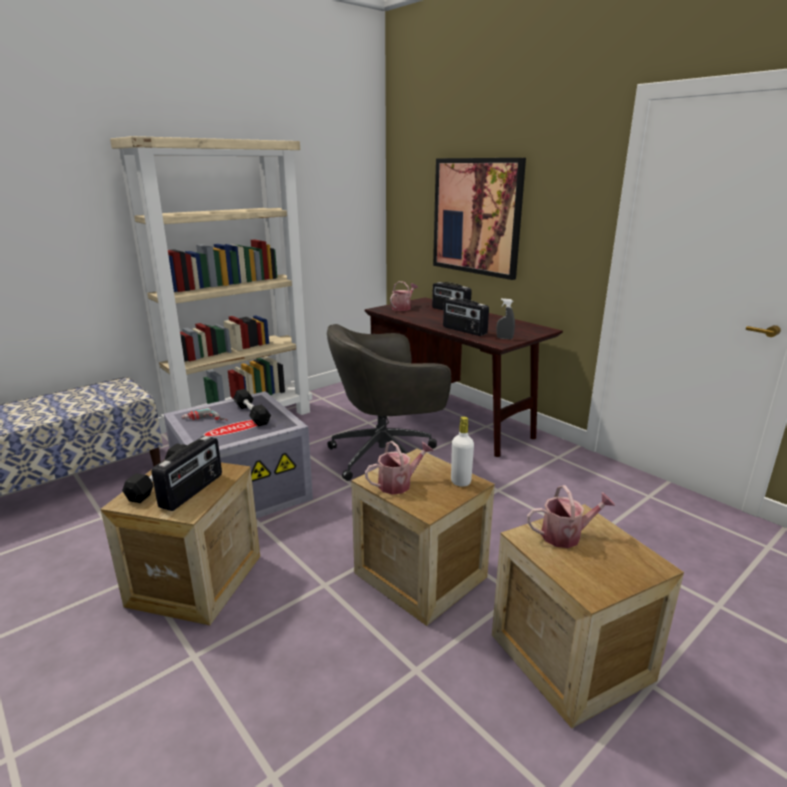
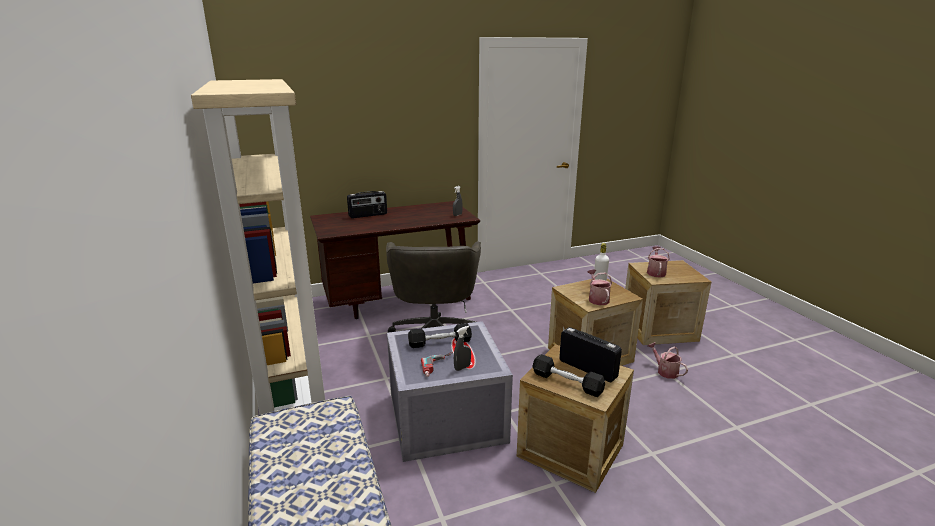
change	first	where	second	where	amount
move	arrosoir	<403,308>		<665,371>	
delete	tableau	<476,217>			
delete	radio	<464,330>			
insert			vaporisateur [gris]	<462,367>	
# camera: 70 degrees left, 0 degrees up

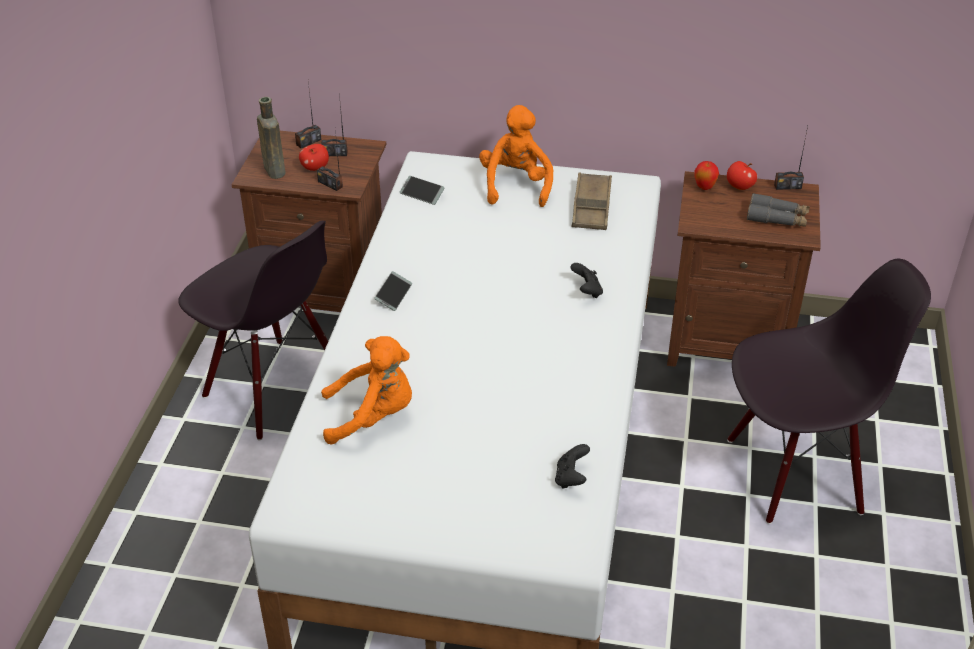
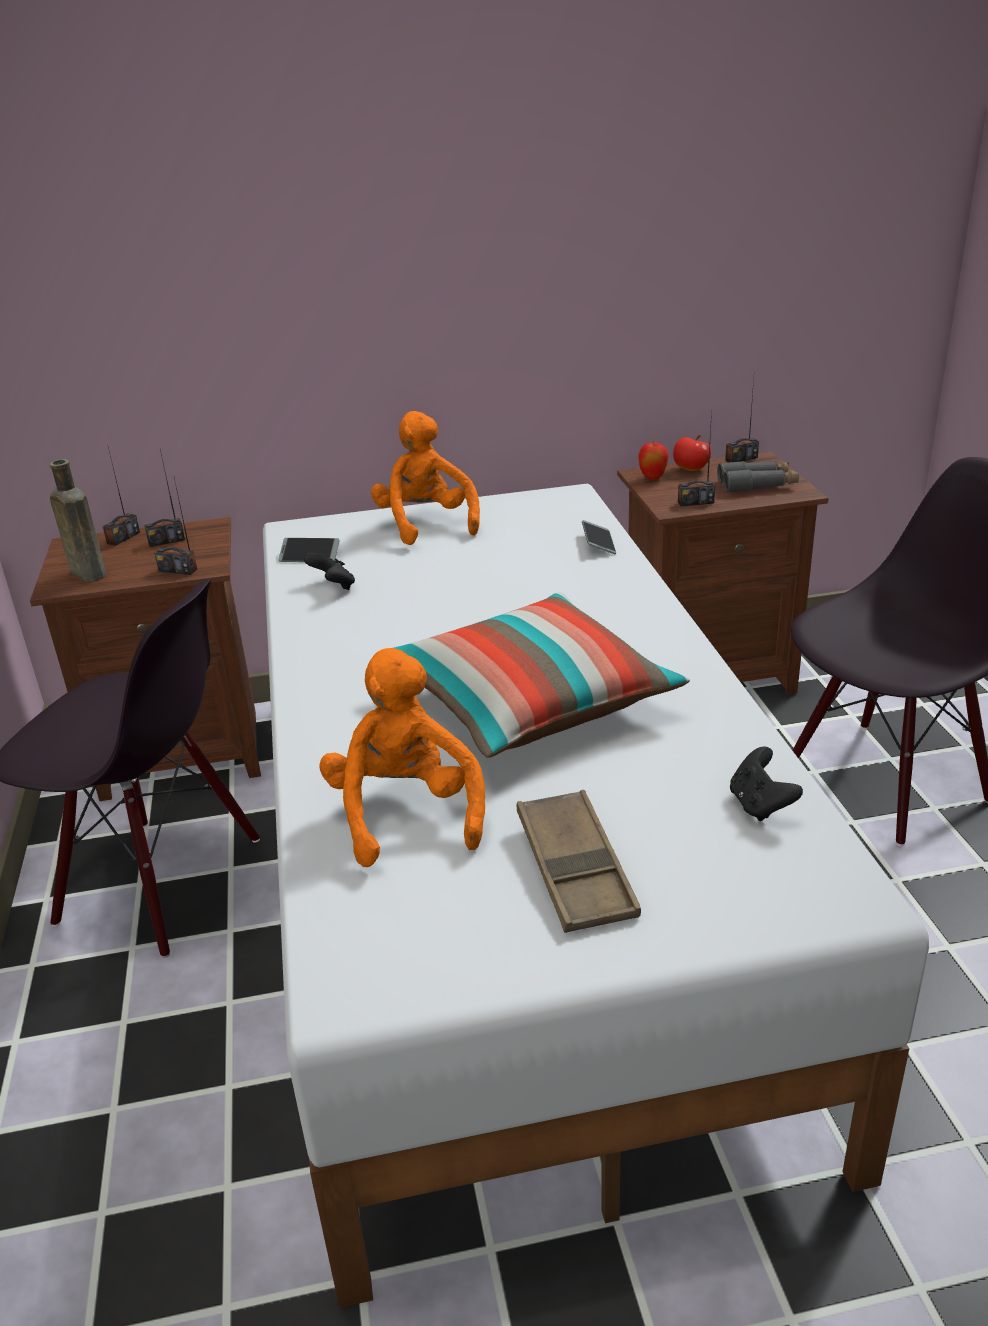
change	first	where	second	where	amount
delete	pomme	<315,168>			
rotate	peluche [orange]	<373,416>		<405,813>	75 degrees counterclockwise
move	téléphone	<393,295>		<598,543>	
move	manette [noir]	<587,291>		<333,586>	
move	plateau [marron]	<591,207>		<575,869>	
insert			coussin	<530,703>	
insert			radio	<695,502>	
# camera: 20 degrees left, 10 degrees down

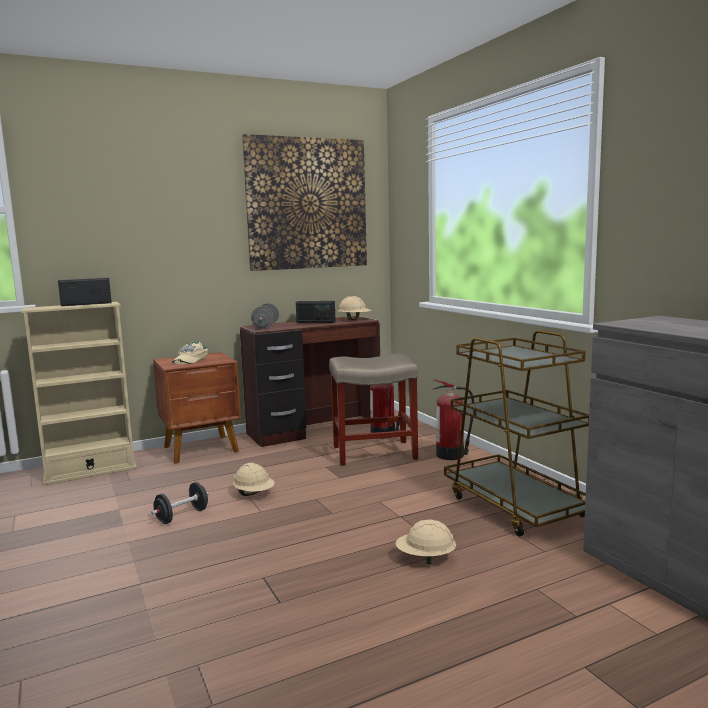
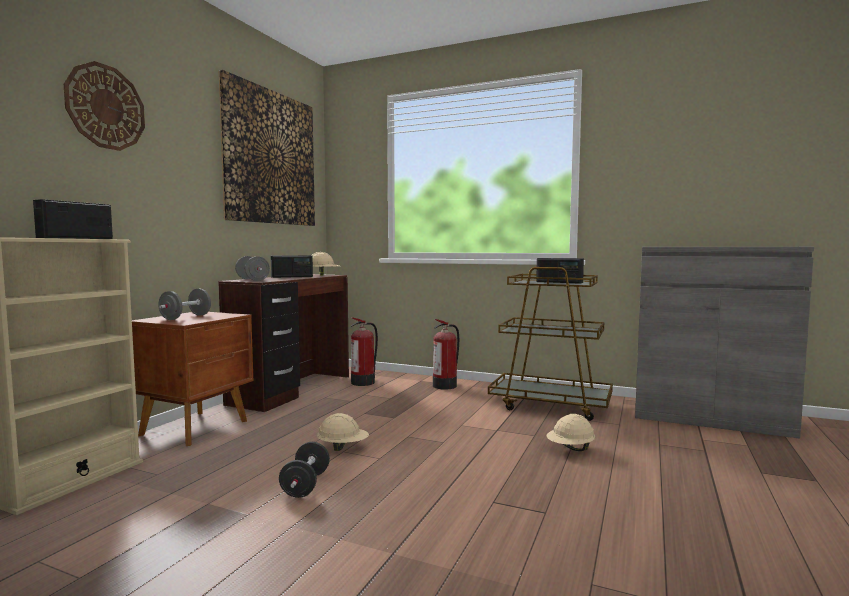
change	first	where	second	where	amount
replace	casquette [beige]	<190,359>	haltère [gris]	<186,317>	
delete	tabouret [beige]	<373,453>			
insert			horloge murale	<106,107>	
insert			radio	<559,282>	
# camera: 40 degrees left, 5 degrees down

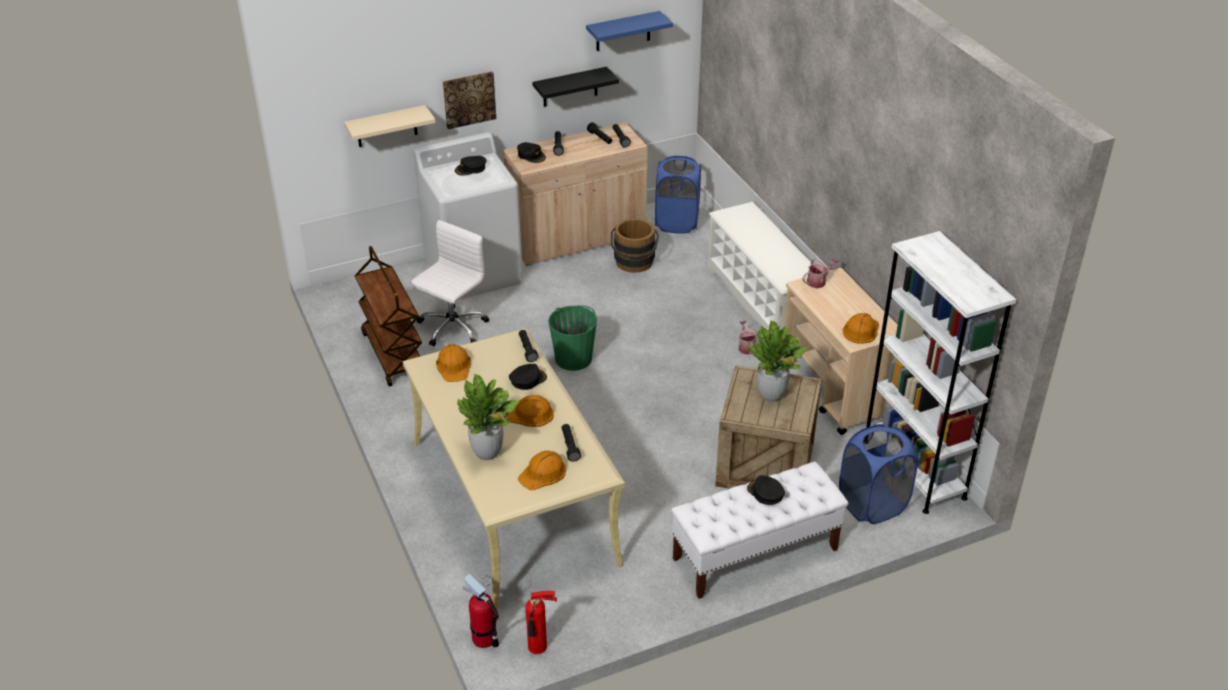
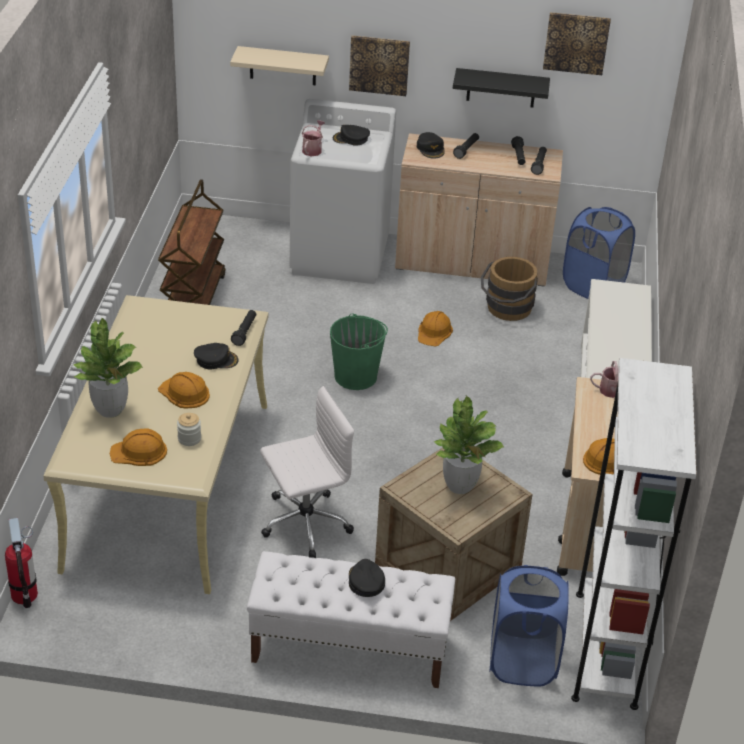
change	first	where	second	where	amount
move	chaise de bureau [blanc]	<452,328>		<304,523>	
move	casque de chantier [orange]	<454,366>		<434,332>	
delete	extincteur	<538,648>			
replace	lampe de poche [noir]	<570,446>	bocal	<189,438>	
replace	étagère [bleu]	<623,31>	tableau	<576,42>	
move	arrosoir	<746,347>		<313,149>	
# camera: 30 degrees right, 0 degrees up

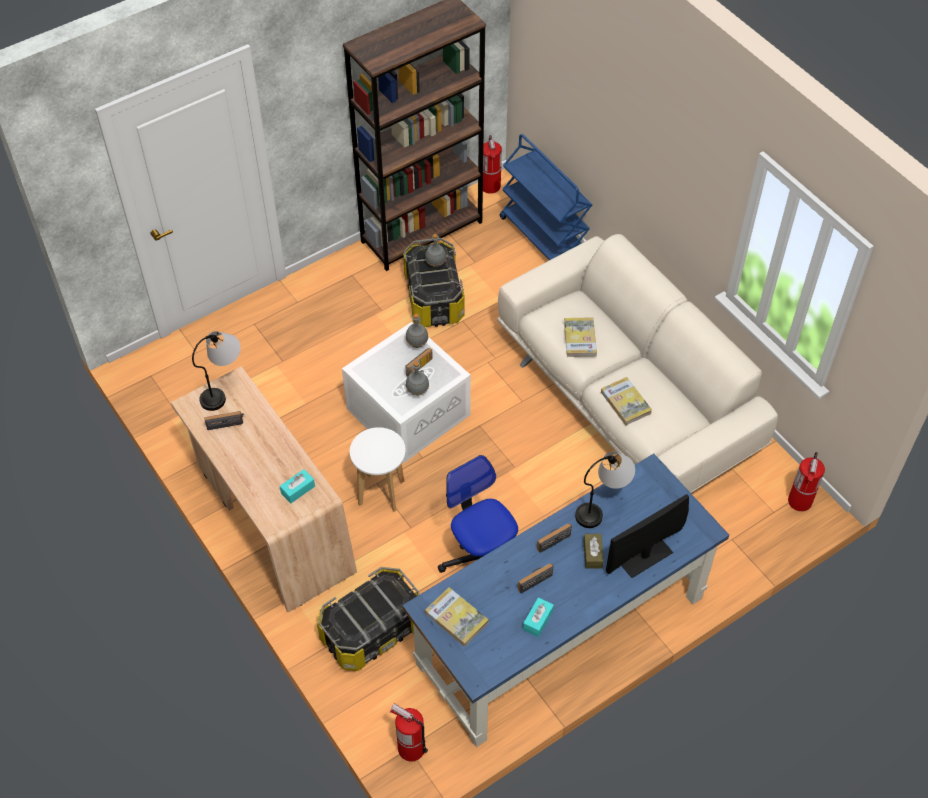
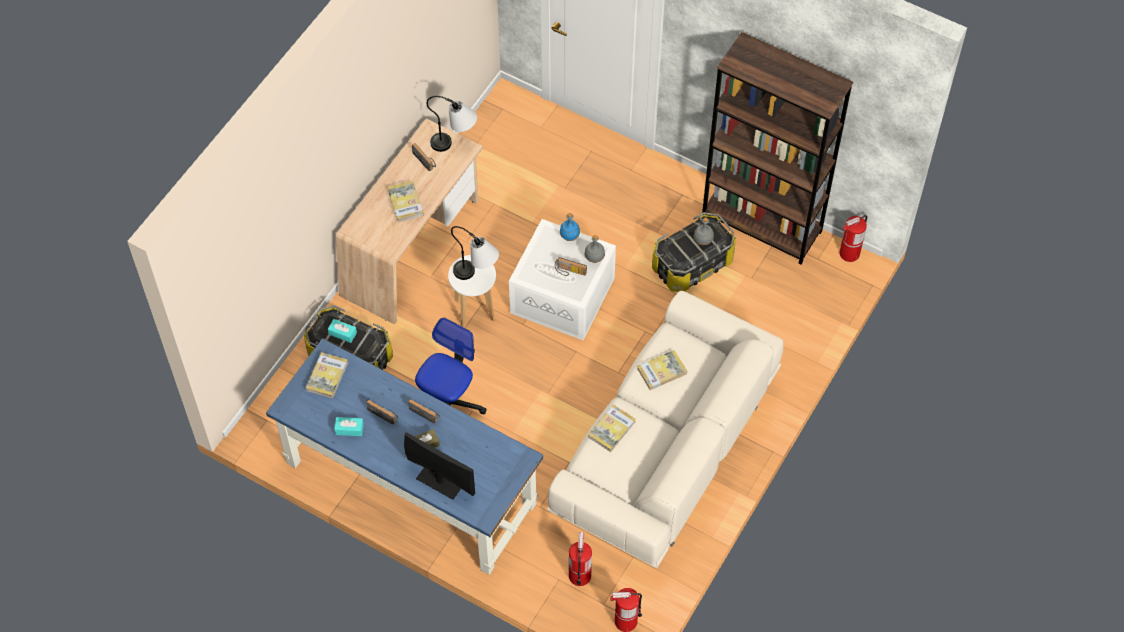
change	first	where	second	where	amount
move	boîte à mouchoirs [turquoise]	<298,489>		<342,333>	
move	extincteur	<411,748>		<579,575>	
delete	bouteille [gris]	<417,392>			
delete	chariot [bleu]	<544,238>			
move	lampe de table	<603,506>		<477,276>	
insert			livre	<405,203>	
insert			bouteille [bleu]	<569,237>	
# camera: 65 degrees right, 5 degrees up

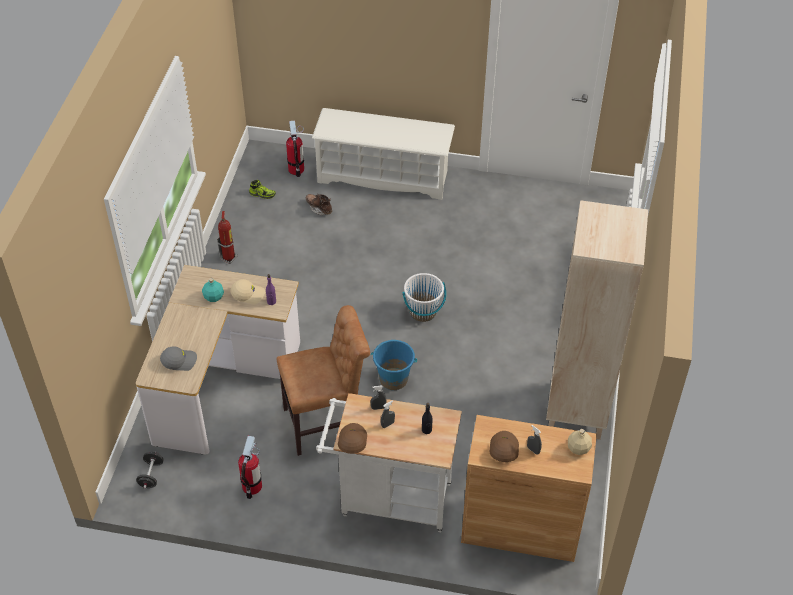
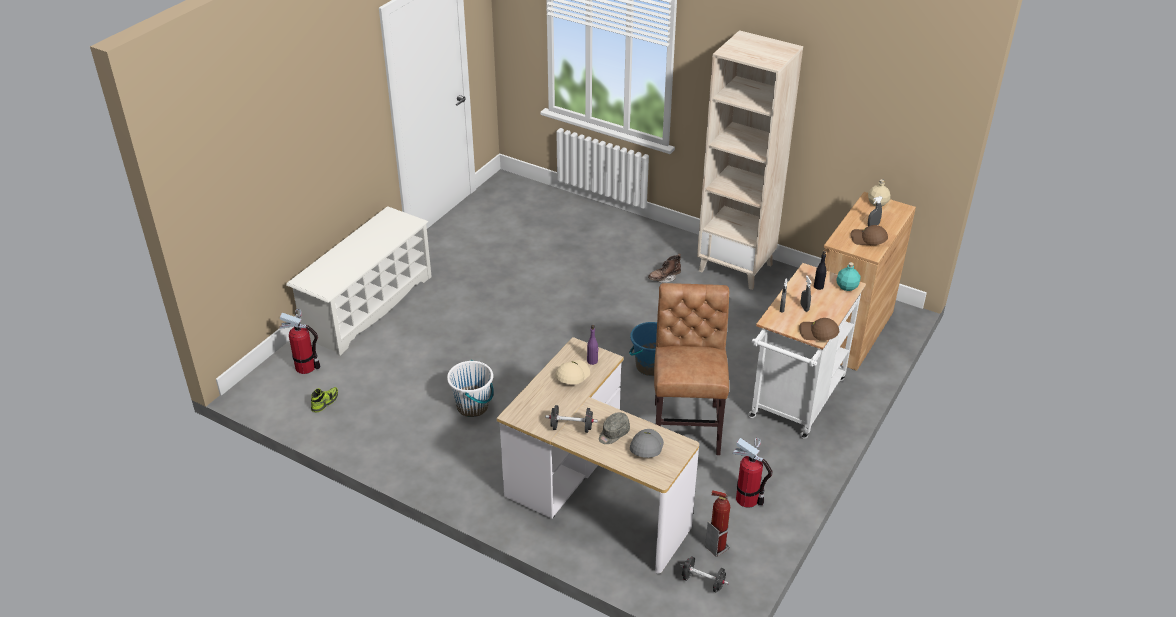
change	first	where	second	where	amount
move	bouteille [turquoise]	<213,297>		<846,287>	
move	extincteur	<229,257>		<716,547>	
move	botte [marron]	<319,208>		<664,278>	
move	seau [blanc]	<423,312>		<473,406>	
insert			haltère [noir]	<571,427>	
insert			casquette [gris]	<613,434>	
# camera: 70 degrees left, 10 degrees down

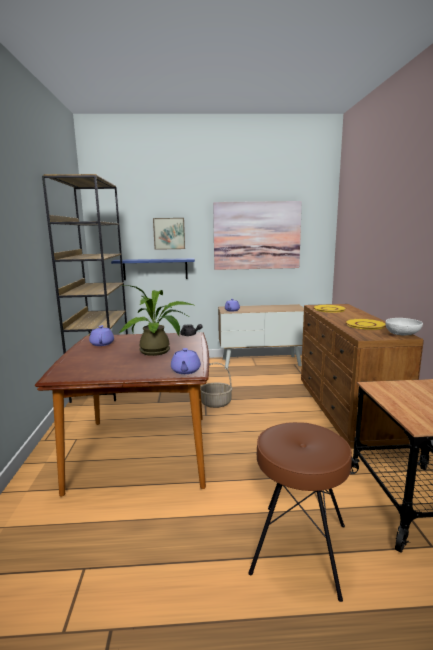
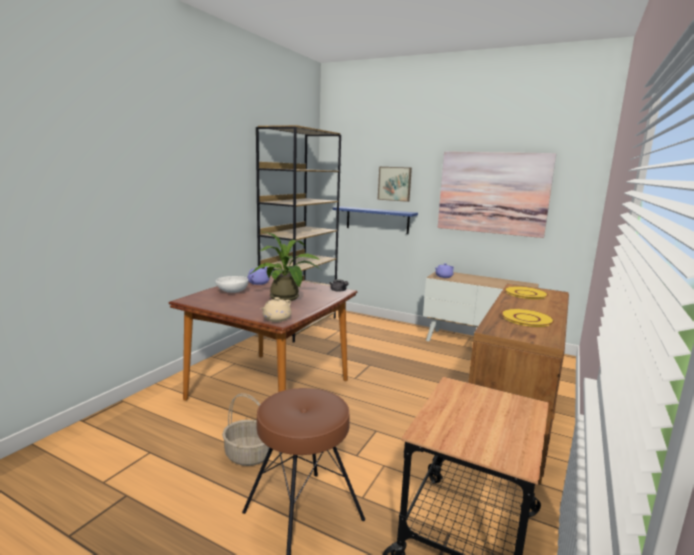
change	first	where	second	where	amount
recolor	théière [violet]	<185,371>	théière [beige]	<276,319>	
move	panier	<216,403>		<249,455>	
move	bol [blanc]	<402,335>		<232,292>	
# camera: 30 degrees right, 0 degrees up

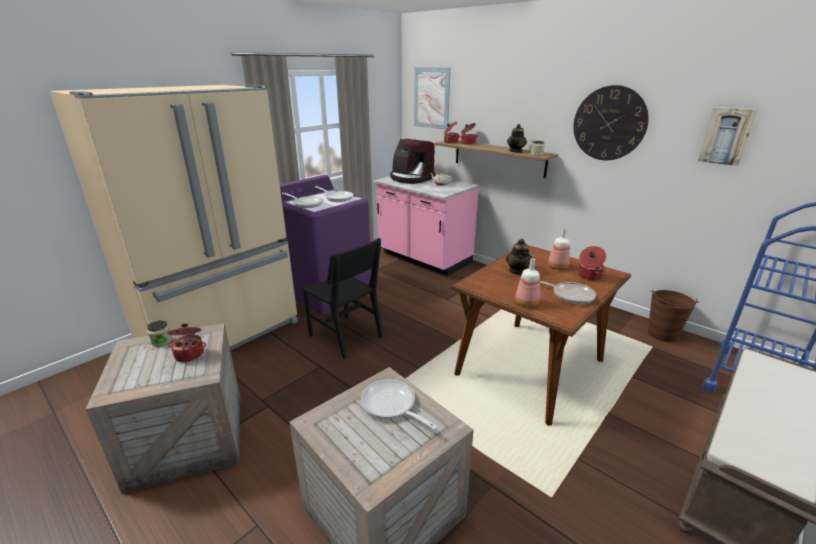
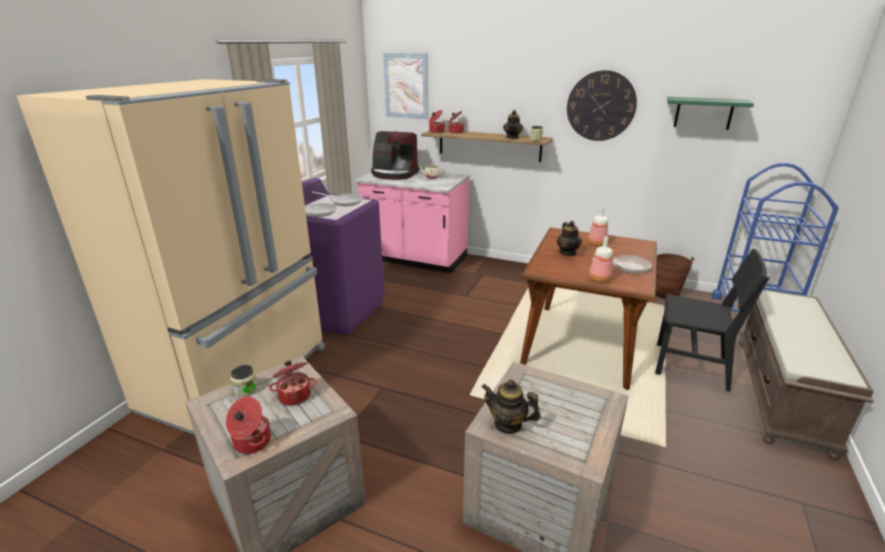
change	first	where	second	where	amount
move	chaise [noir]	<345,336>		<691,366>	
delete	poêle	<391,406>			
move	marmite	<589,276>		<251,442>	
replace	tableau	<726,136>	étagère [vert]	<703,113>	
insert			théière	<508,424>	
# camera: 20 degrees left, 0 degrees up

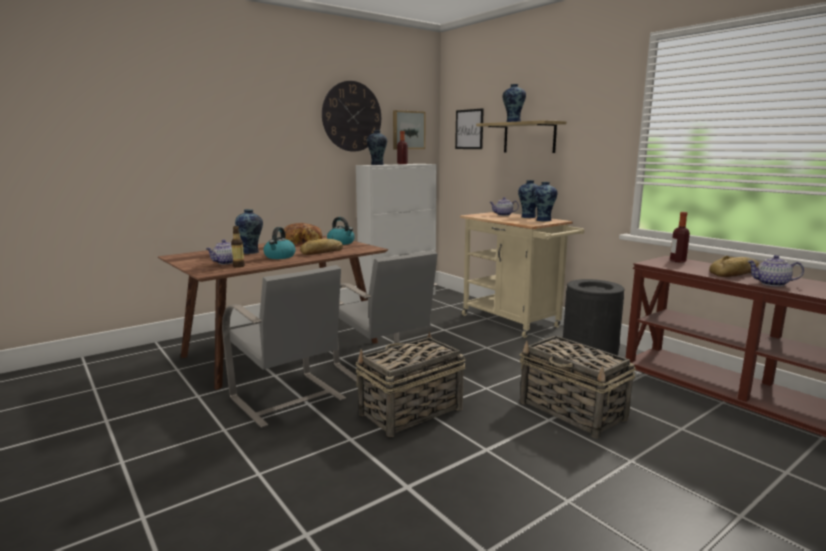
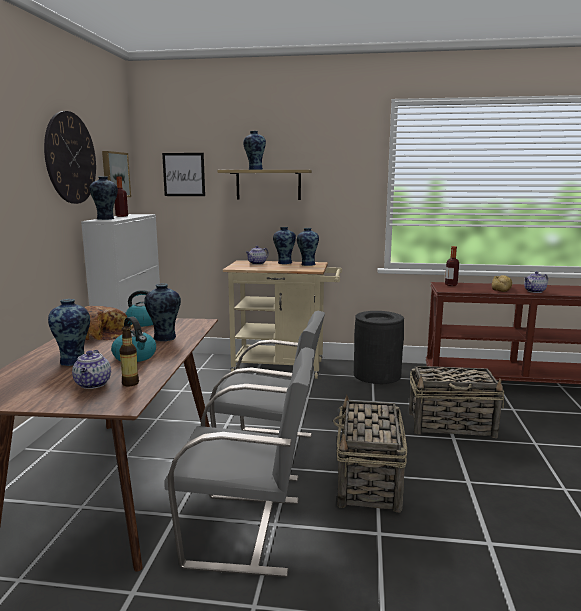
change	first	where	second	where	amount
replace	pain	<323,252>	vase	<164,338>	
# camera: 45 degrees left, 0 degrees up

